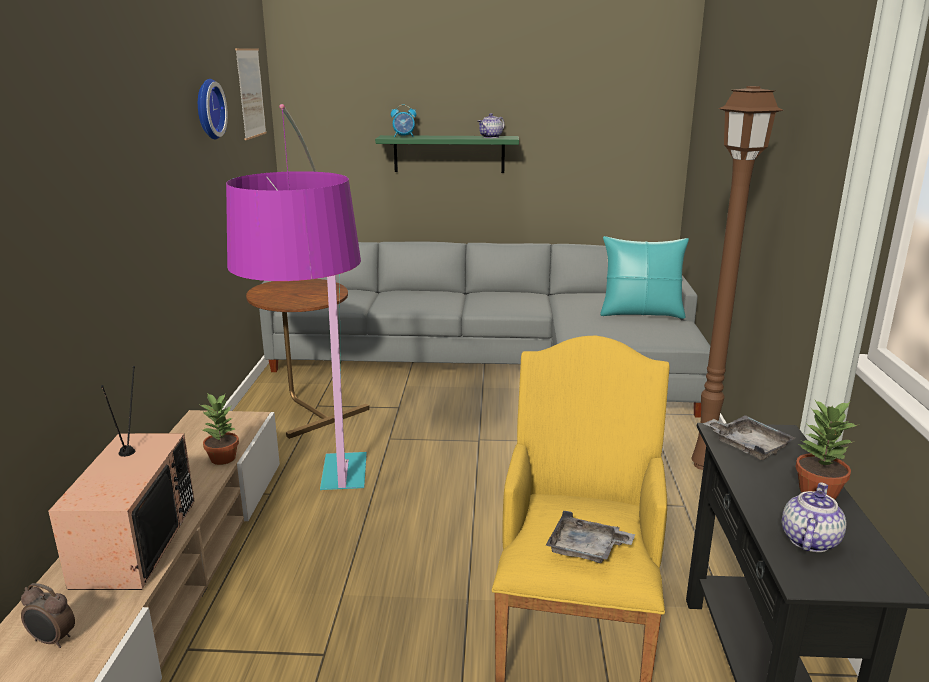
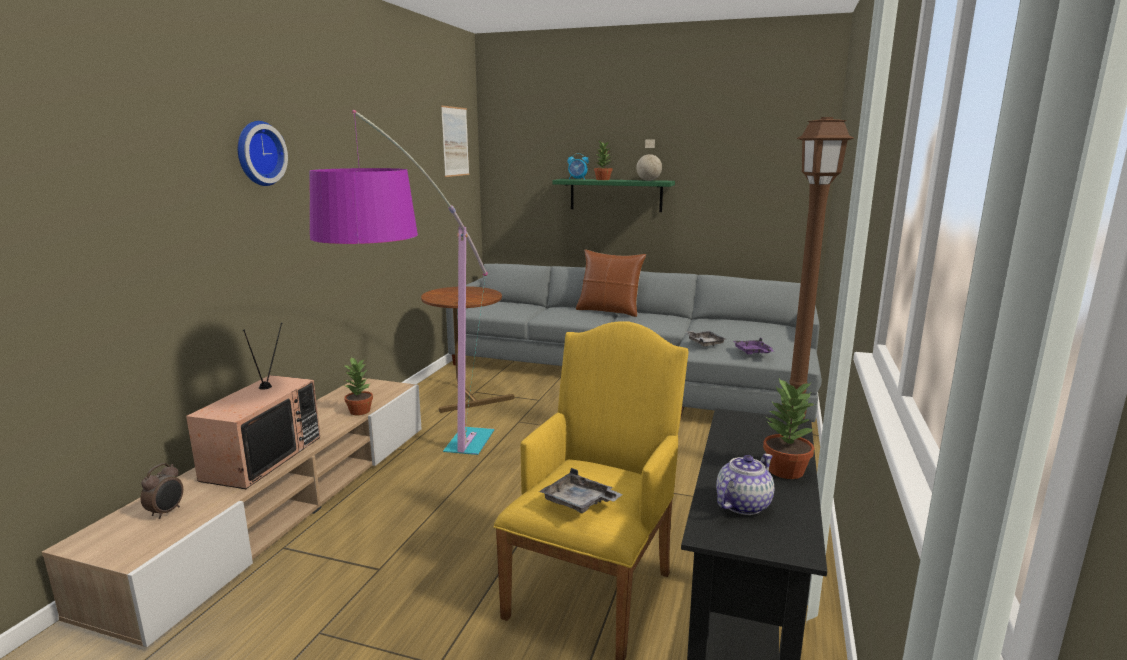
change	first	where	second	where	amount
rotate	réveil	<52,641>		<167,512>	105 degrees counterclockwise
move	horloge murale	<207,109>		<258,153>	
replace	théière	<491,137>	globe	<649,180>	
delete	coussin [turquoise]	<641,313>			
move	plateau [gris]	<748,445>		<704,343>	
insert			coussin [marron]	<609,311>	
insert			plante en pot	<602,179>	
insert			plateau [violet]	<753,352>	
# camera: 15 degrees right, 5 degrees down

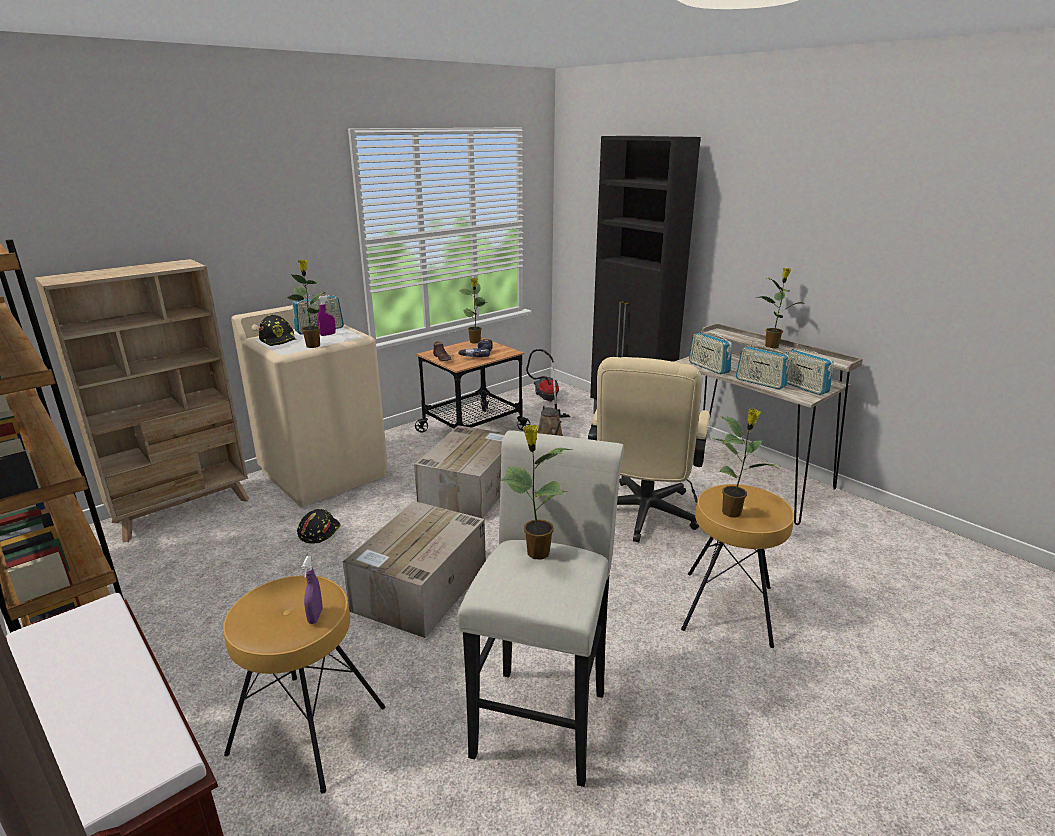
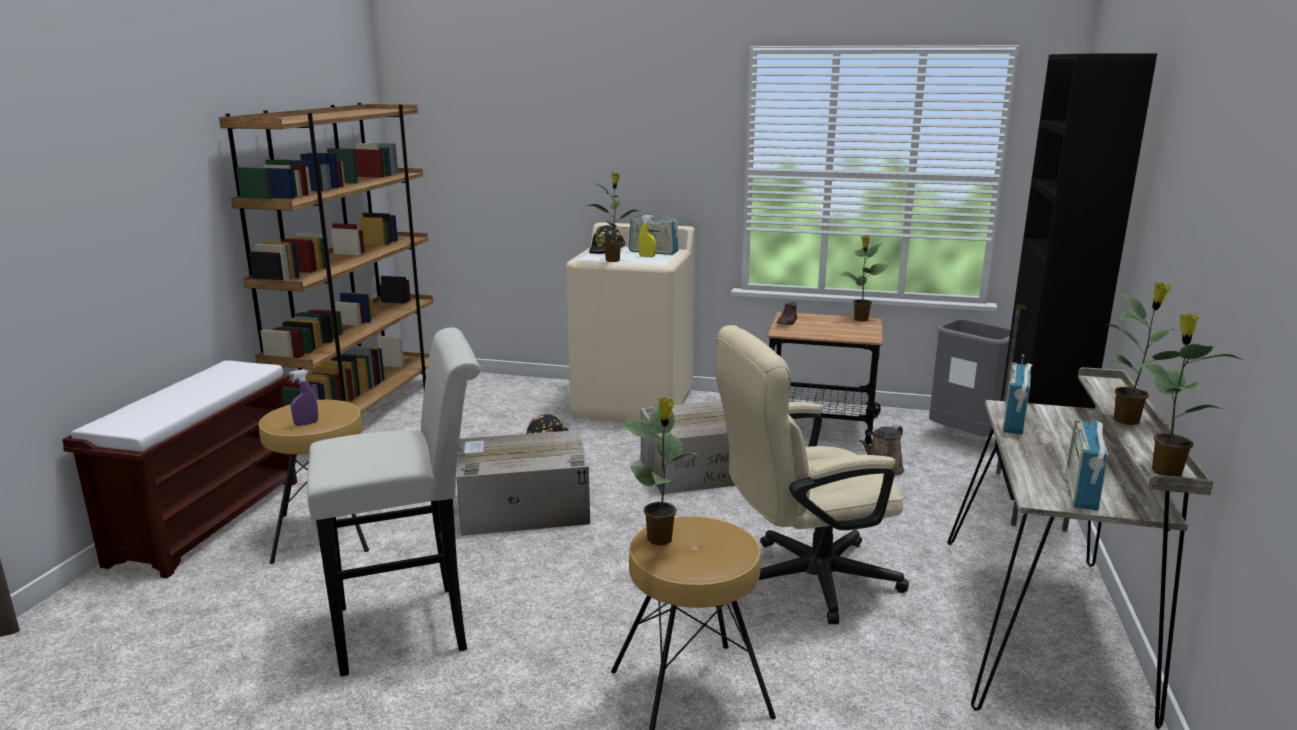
change	first	where	second	where	amount
delete	bibliothèque [beige]	<183,510>			
recolor	vaporisateur [violet]	<328,334>	vaporisateur [jaune]	<647,256>	
delete	perceuse	<477,354>			
move	plante en pot	<536,552>		<1164,471>	
replace	aspirateur	<546,401>	poubelle [gris]	<965,438>	
delete	radio	<760,383>			
# camera: 55 degrees right, 5 degrees down

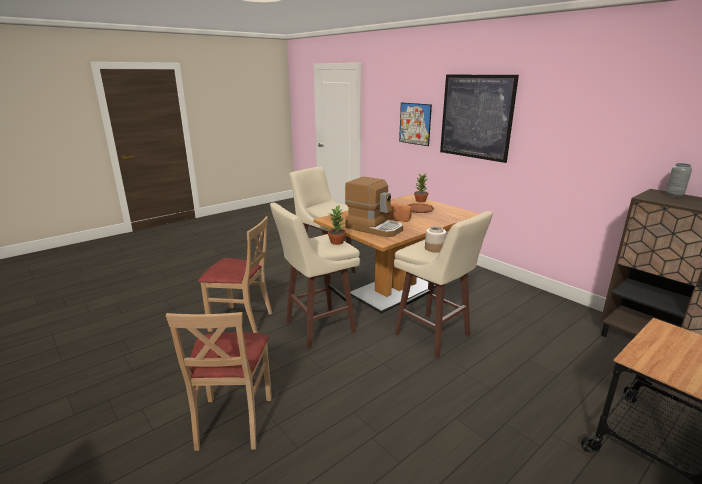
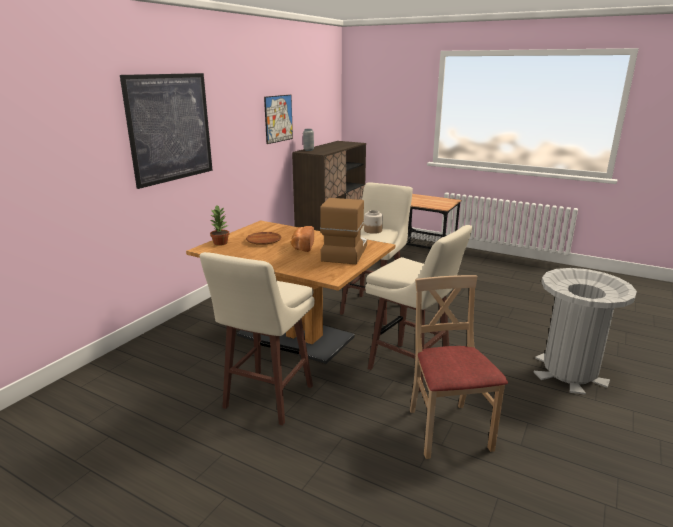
change	first	where	second	where	amount
replace	chaise [beige]	<233,421>	poubelle [gris]	<569,373>	
delete	plante en pot	<337,242>			
move	tableau	<415,124>		<278,118>	
# camera: 110 degrees left, 0 degrees up

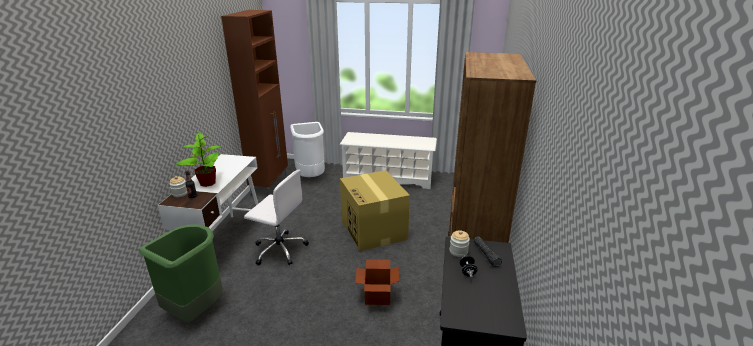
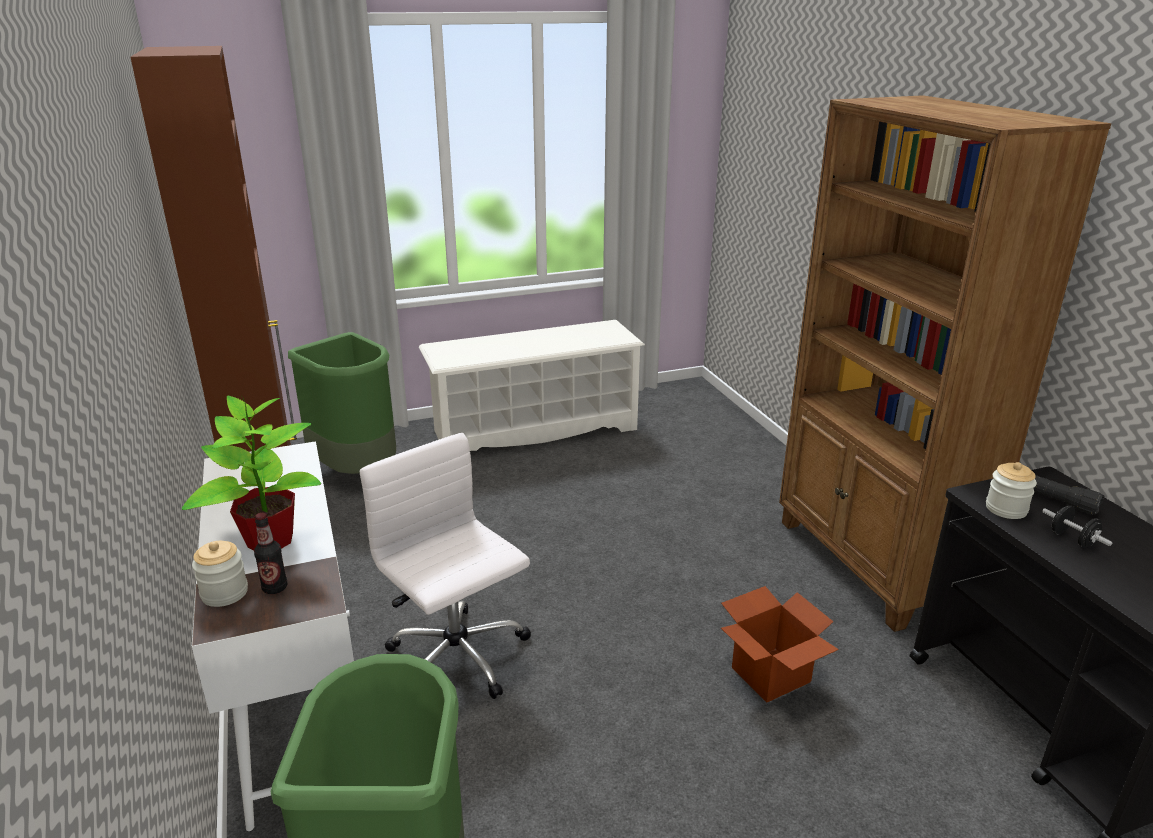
change	first	where	second	where	amount
rotate	chaise de bureau [blanc]	<279,249>		<458,660>	120 degrees counterclockwise
recolor	poubelle [blanc]	<311,176>	poubelle [vert]	<357,471>	
delete	carton	<374,230>			
# camera: 30 degrees left, 0 degrees up

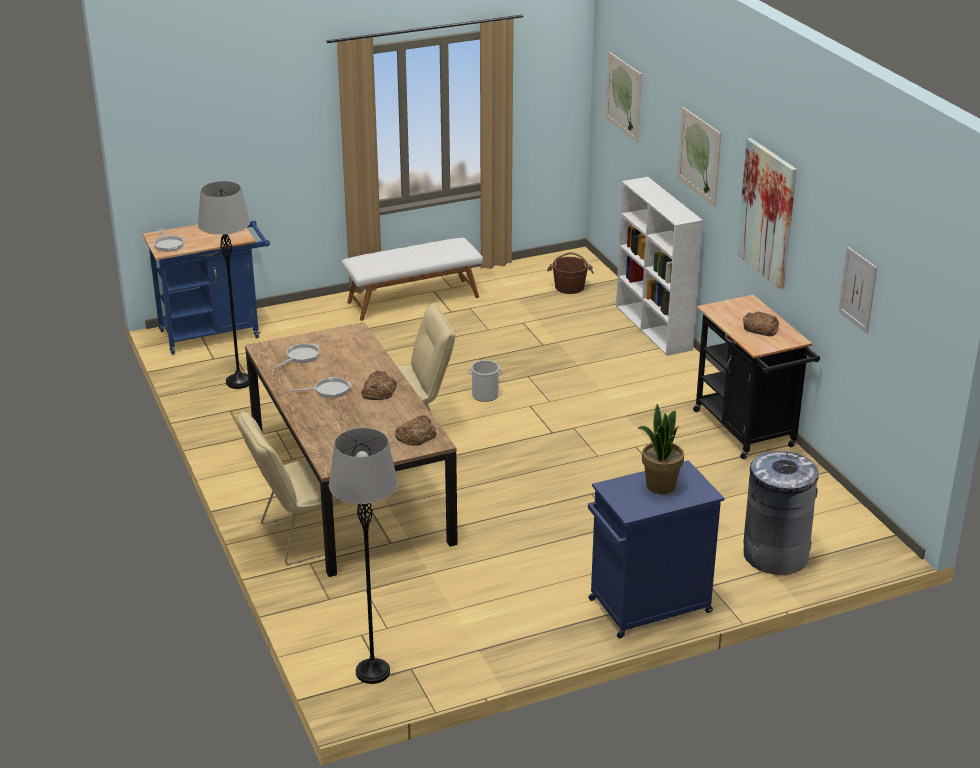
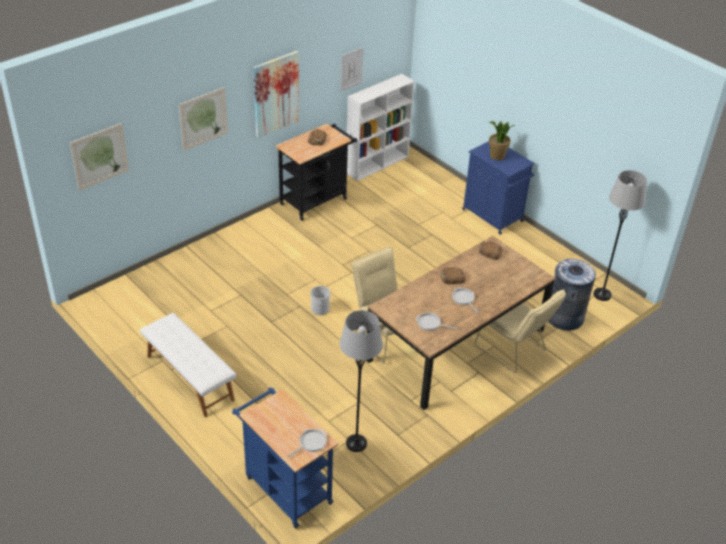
change	first	where	second	where	amount
delete	seau [marron]	<569,287>			
move	bibliothèque [blanc]	<654,328>		<377,164>	
move	poubelle [gris]	<775,555>		<564,317>	
# camera: 110 degrees left, 10 degrees up

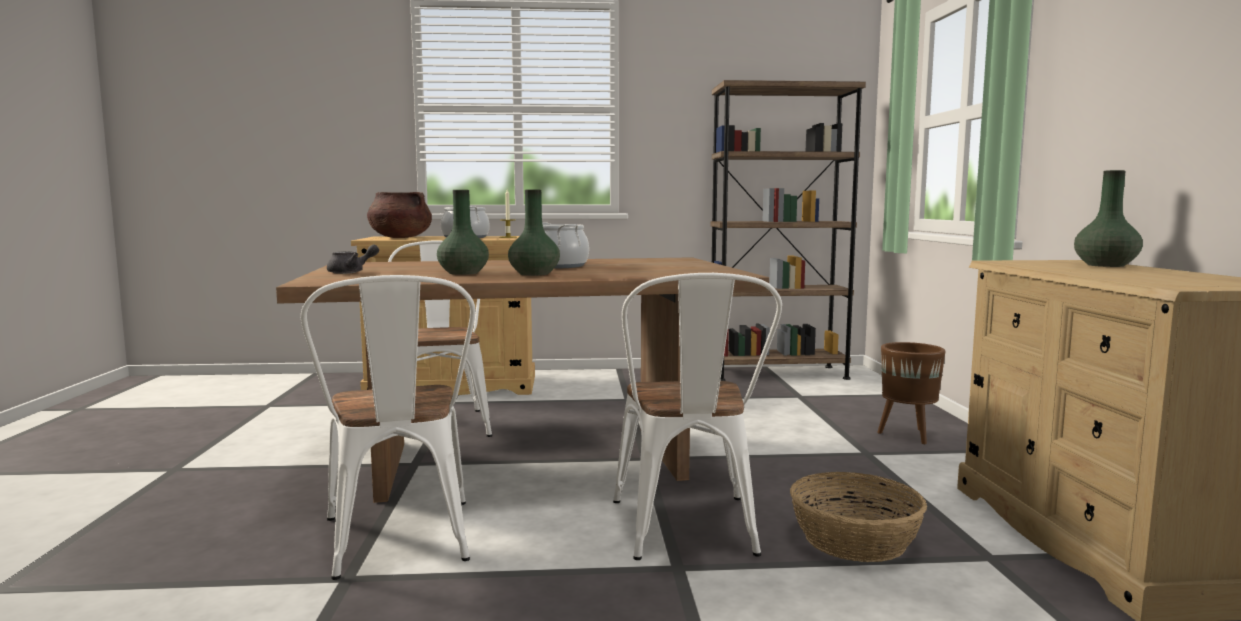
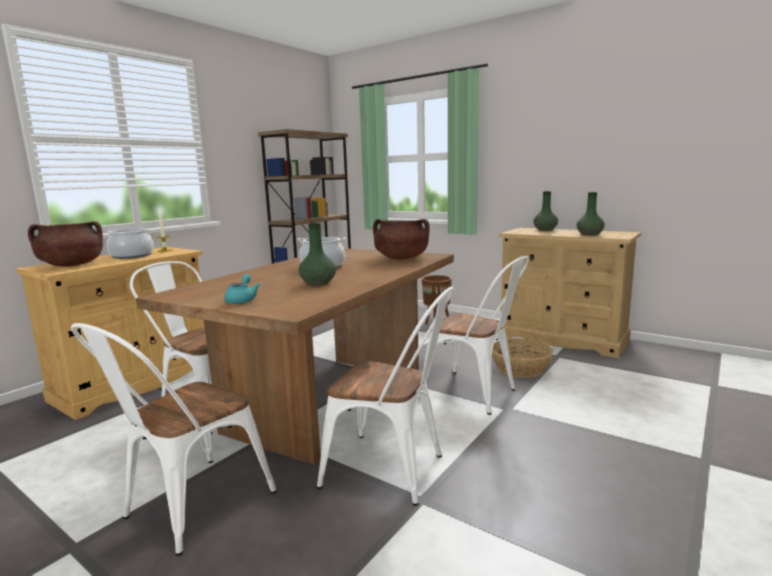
change	first	where	second	where	amount
recolor	théière [gris]	<351,272>	théière [turquoise]	<242,300>	
move	vase [vert]	<533,274>		<589,234>	
insert			chaise [blanc]	<189,509>	
insert			marmite [marron]	<401,258>	
# camera: 50 degrees left, 5 degrees up

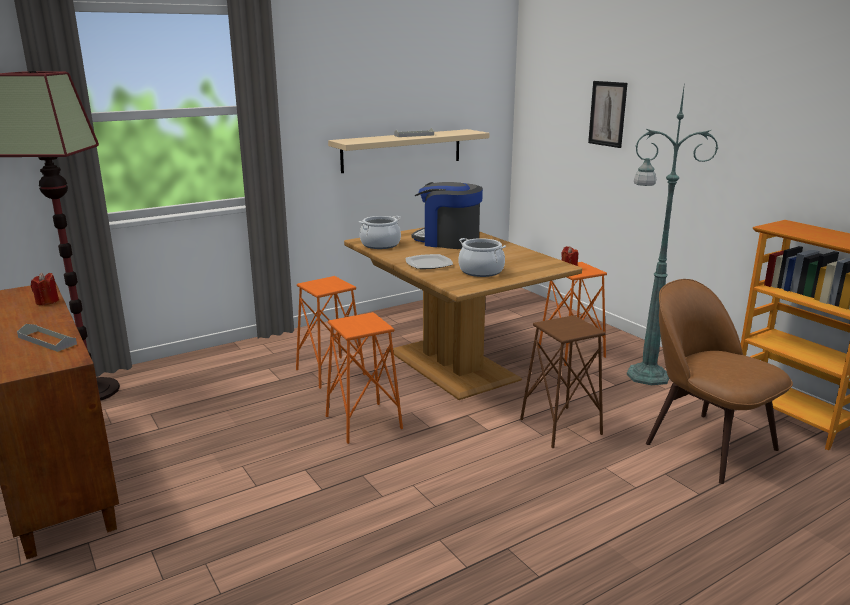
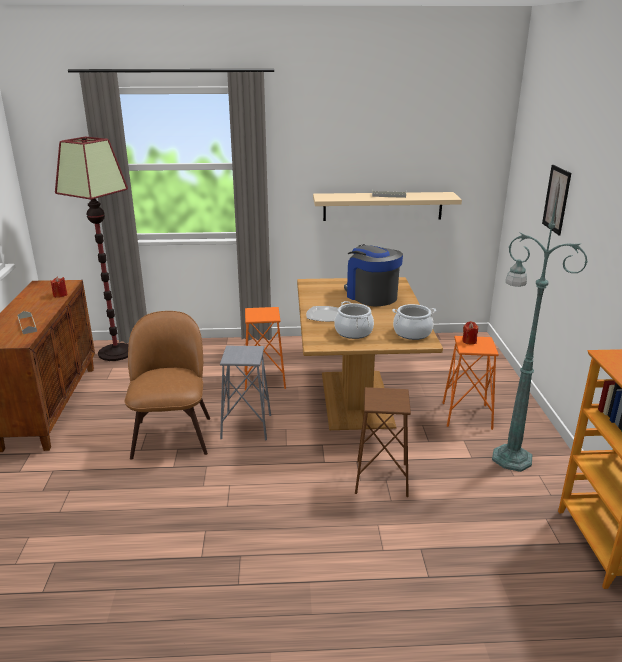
change	first	where	second	where	amount
recolor	tabouret [orange]	<363,422>	tabouret [gris]	<246,426>	
move	marmite	<380,245>		<412,333>	
move	chaise [marron]	<706,444>		<172,435>	
# camera: 30 degrees right, 5 degrees up

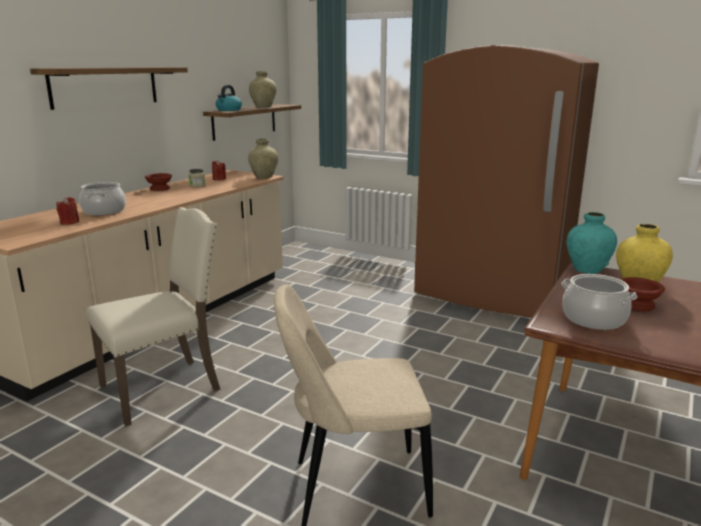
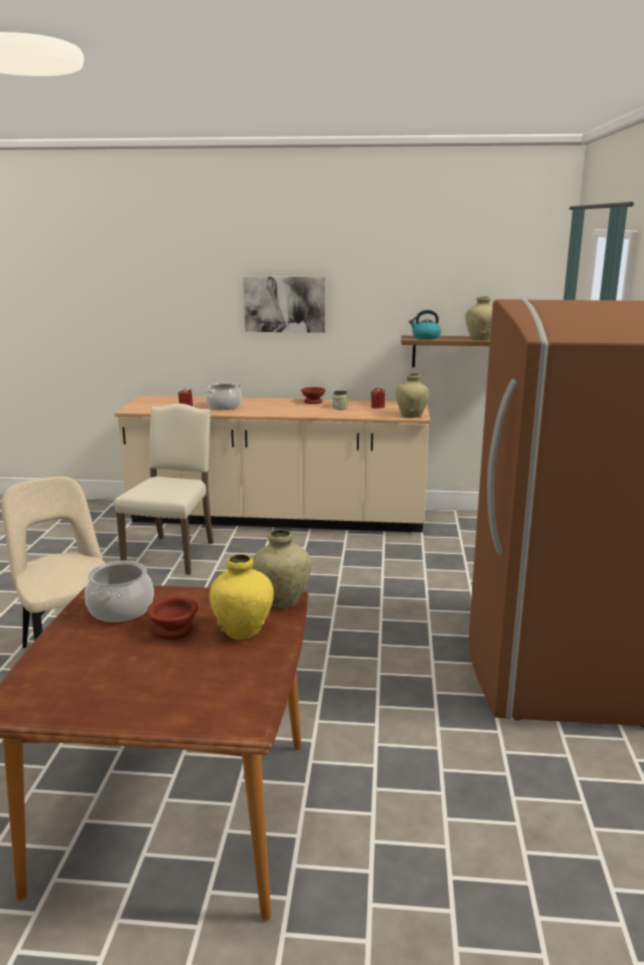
change	first	where	second	where	amount
replace	étagère	<105,86>	tableau	<284,304>	
rotate	chaise [beige]	<164,388>		<172,553>	105 degrees counterclockwise
recolor	vase [turquoise]	<587,270>	vase [beige]	<282,601>	
# camera: 65 degrees right, 0 degrees up

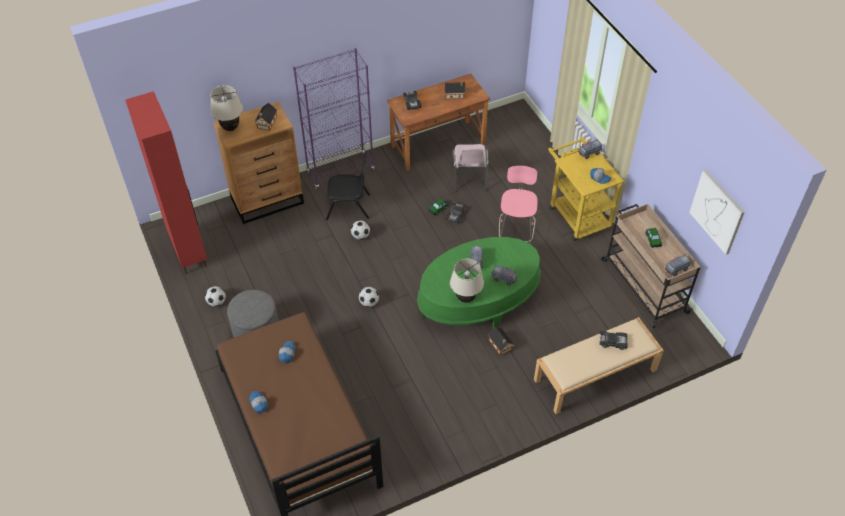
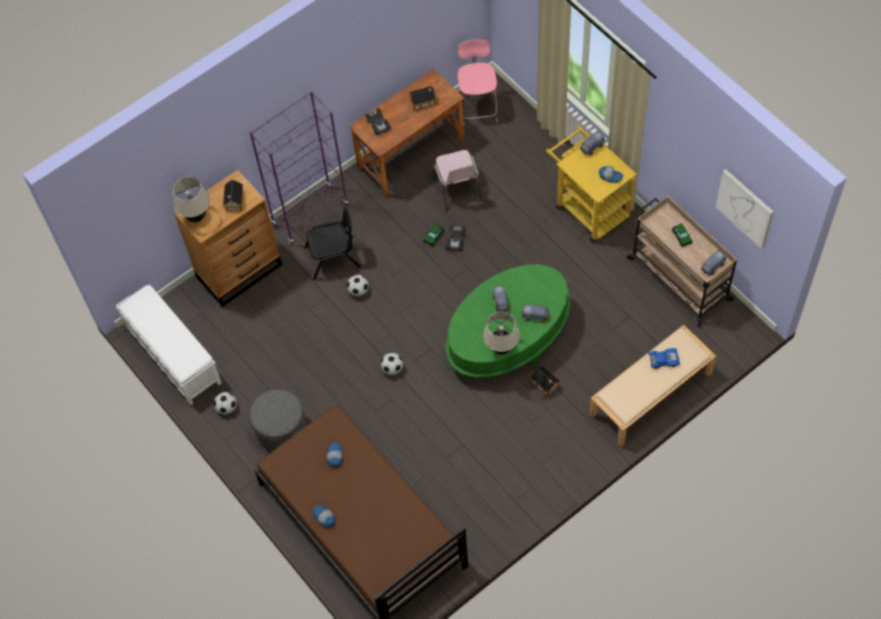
change	first	where	second	where	amount
replace	meuble de rangement [rouge]	<188,251>	banc [blanc]	<173,355>	
move	chaise [rose]	<515,233>		<478,108>	
recolor	petite voiture [noir]	<612,342>	petite voiture [bleu]	<663,360>	
# camera: 10 degrees left, 10 degrees up

